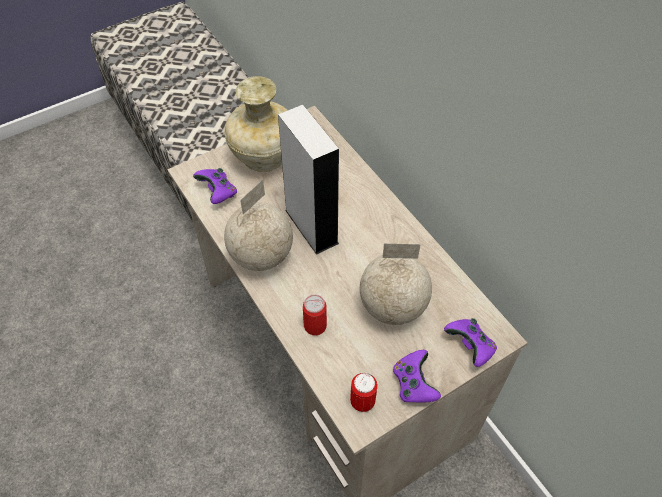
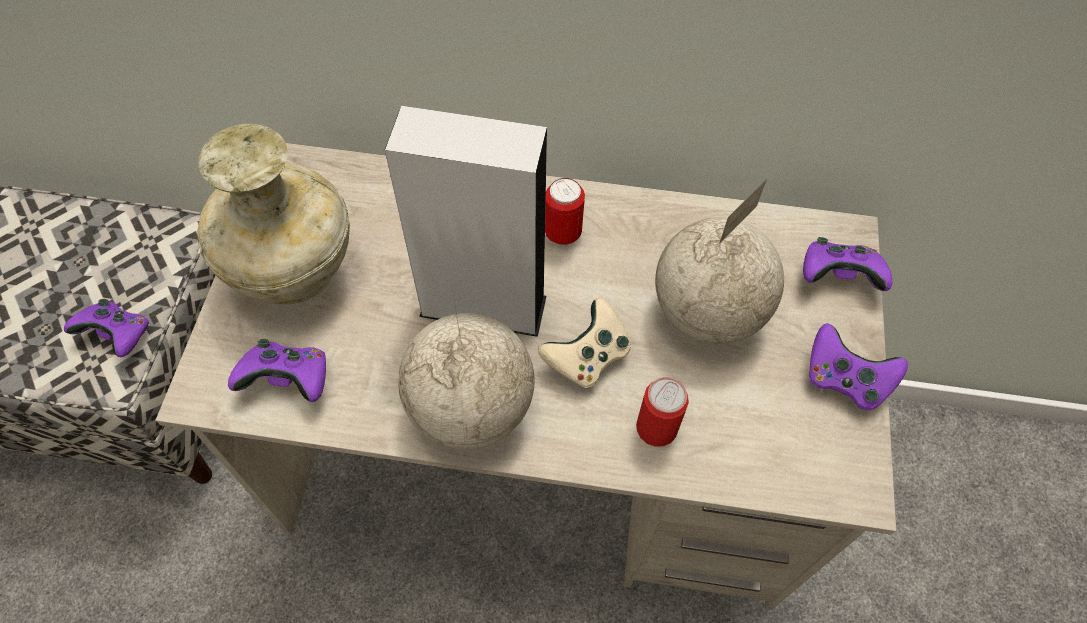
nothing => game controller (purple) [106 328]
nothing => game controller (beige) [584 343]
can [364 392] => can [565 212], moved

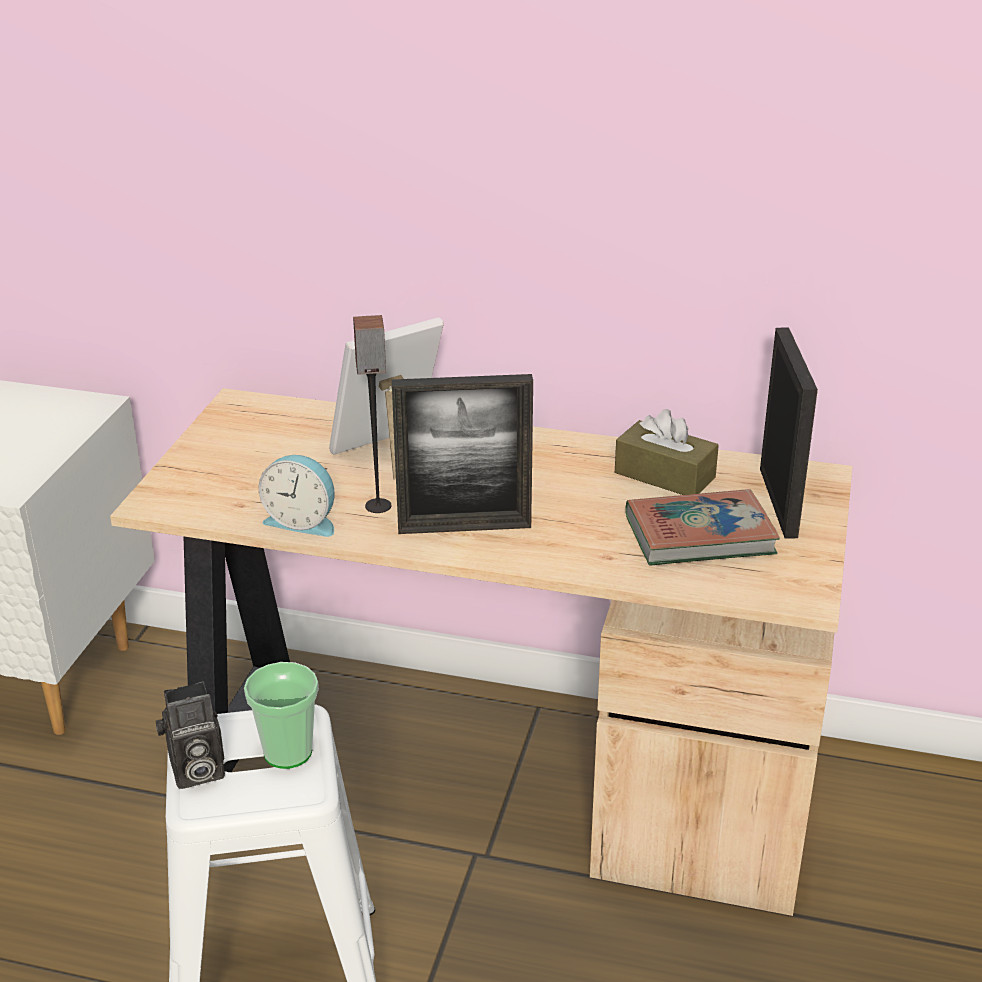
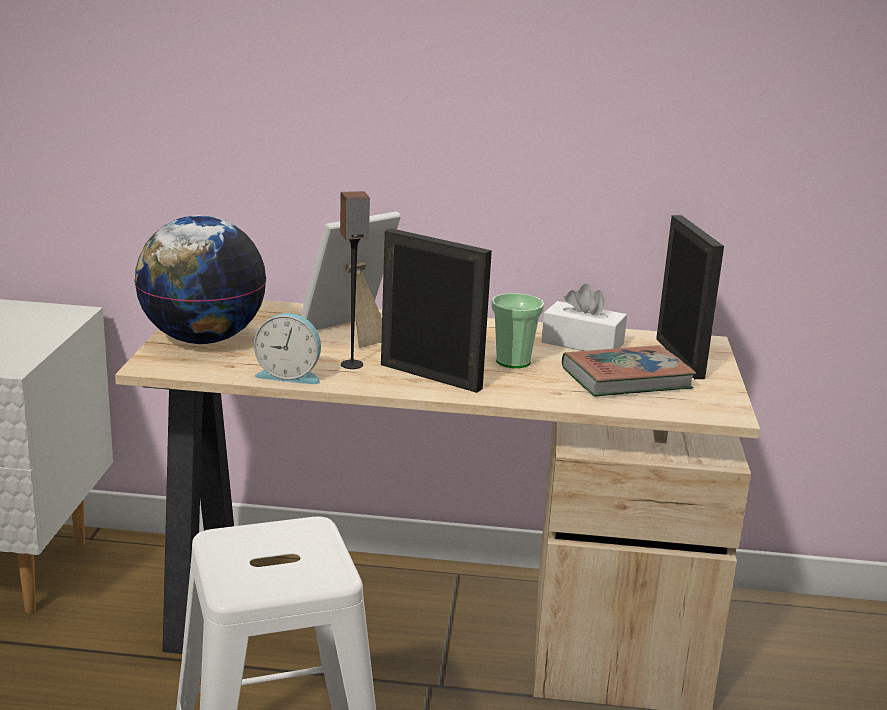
photo camera [190 735] => nothing
nothing => globe [200 279]
cup [281 715] => cup [517 330], moved
tissue box (brown) [667 452] => tissue box (white) [584 317]
picture frame [462 454] => picture frame [436 310], 135 degrees counterclockwise

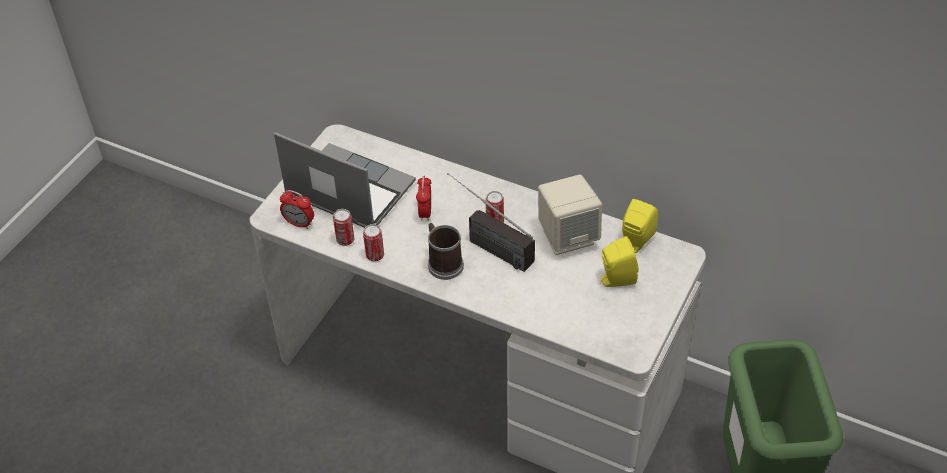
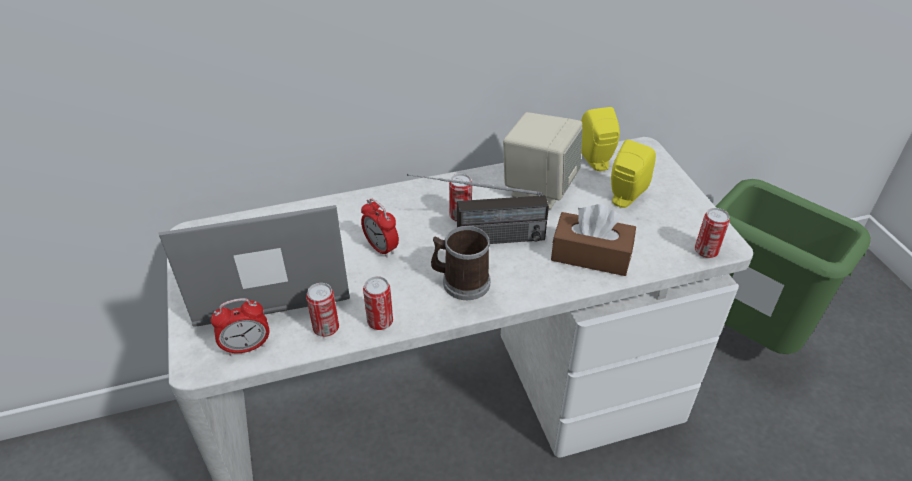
nothing => tissue box (brown) [593 240]
nothing => can [712 233]

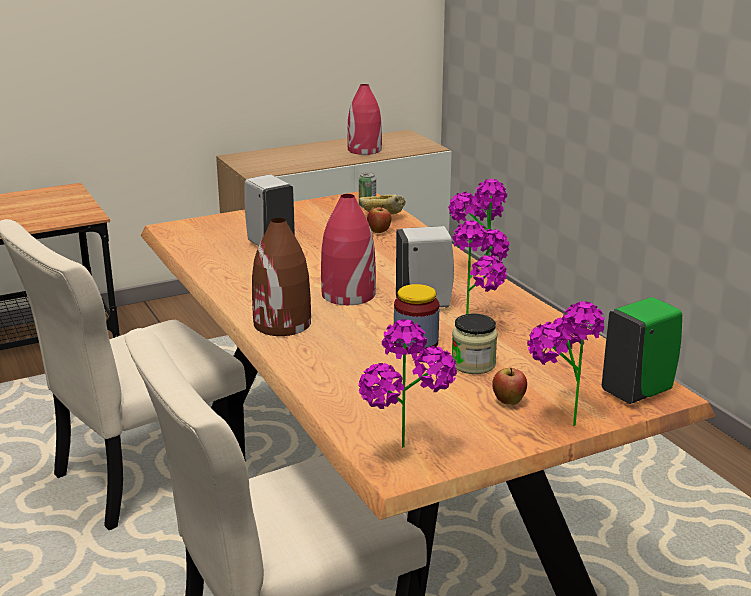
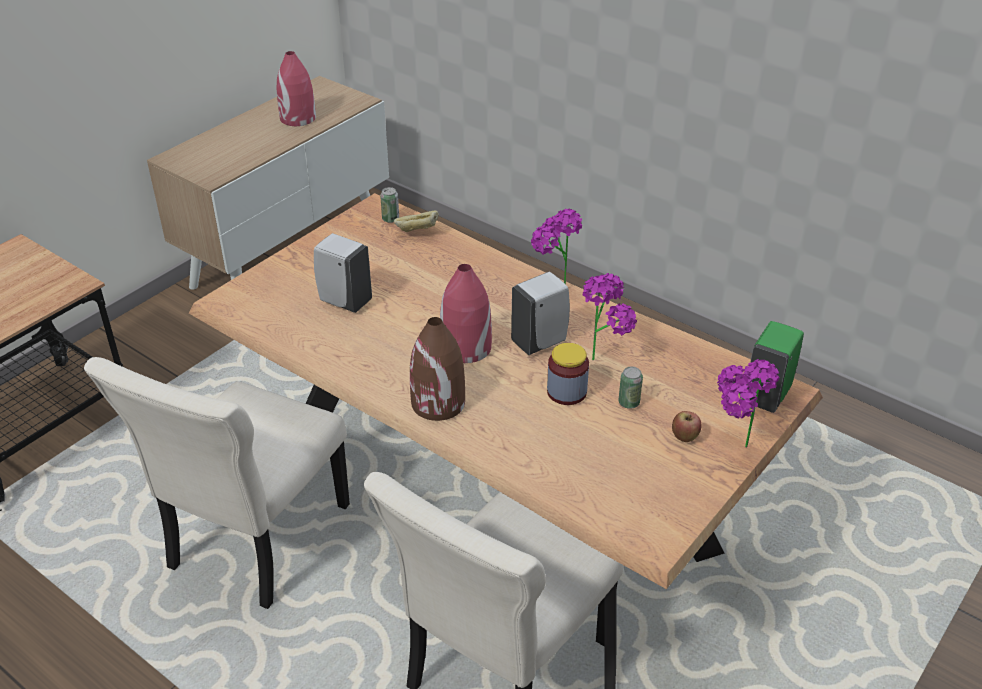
potted plant [407 383] => nothing
apple [379 219] => nothing
jar [475 344] => can [630 388]

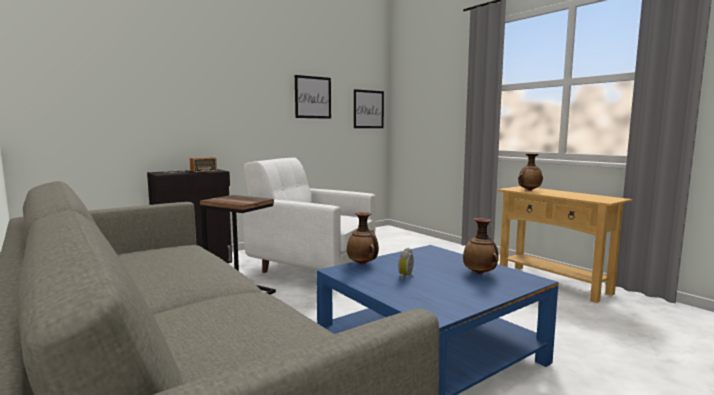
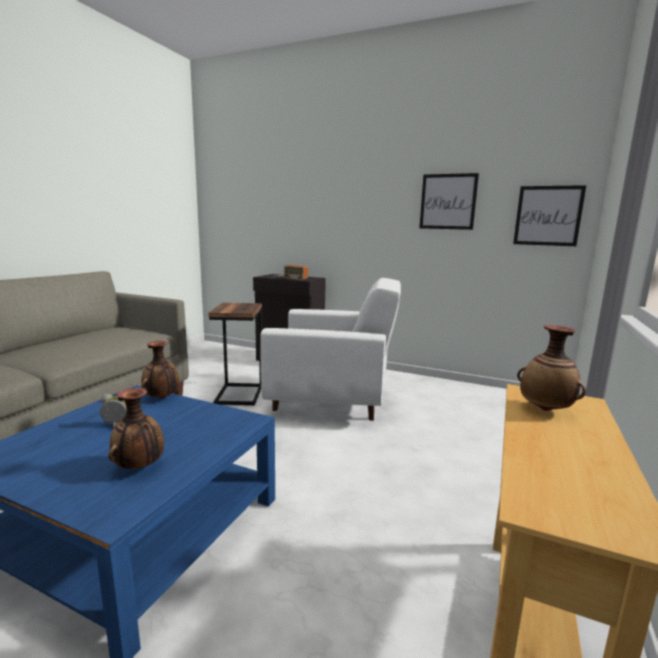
armchair (white) [309 215] => armchair (white) [331 349], 105 degrees clockwise

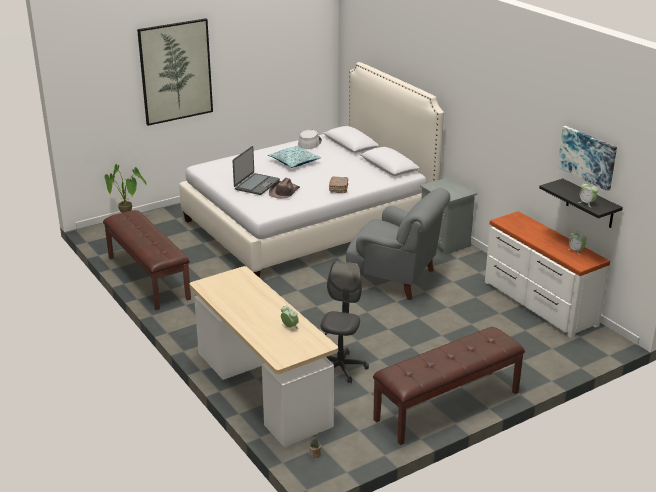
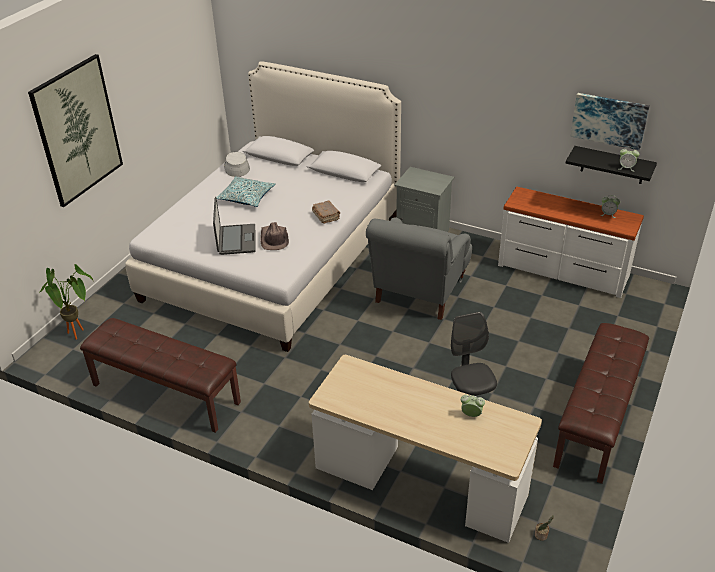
armchair (grey) [398 244] => armchair (grey) [419 268], 120 degrees clockwise

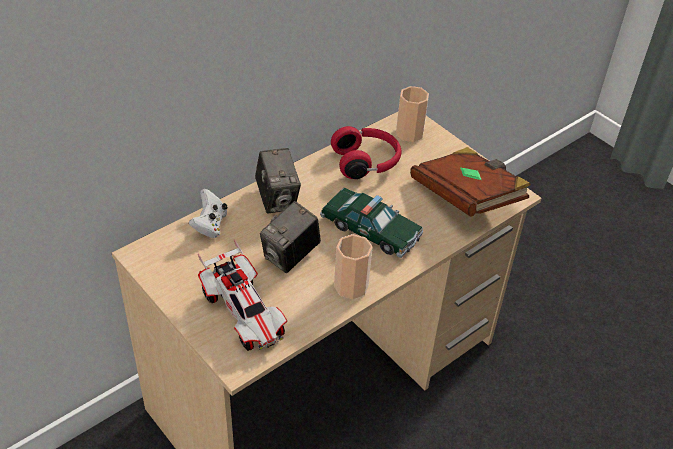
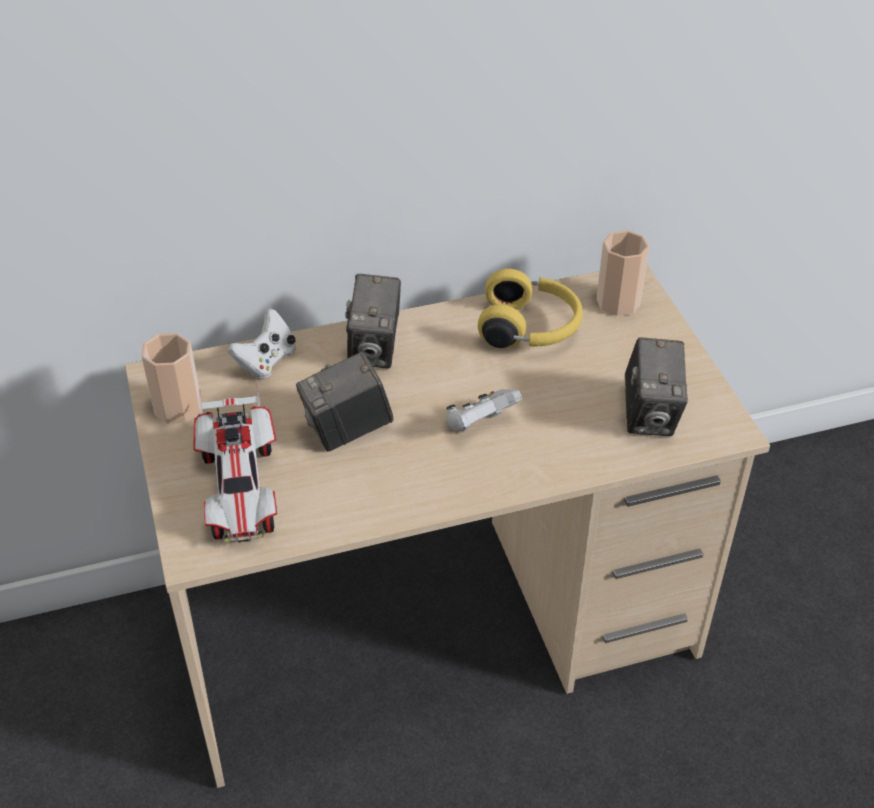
cup [353 266] => cup [170 378], moved
toy car [371 223] => game controller (white) [484 410]
book (brown) [470 182] => photo camera [656 387]
headphones (red) [366 152] => headphones (yellow) [530 308]

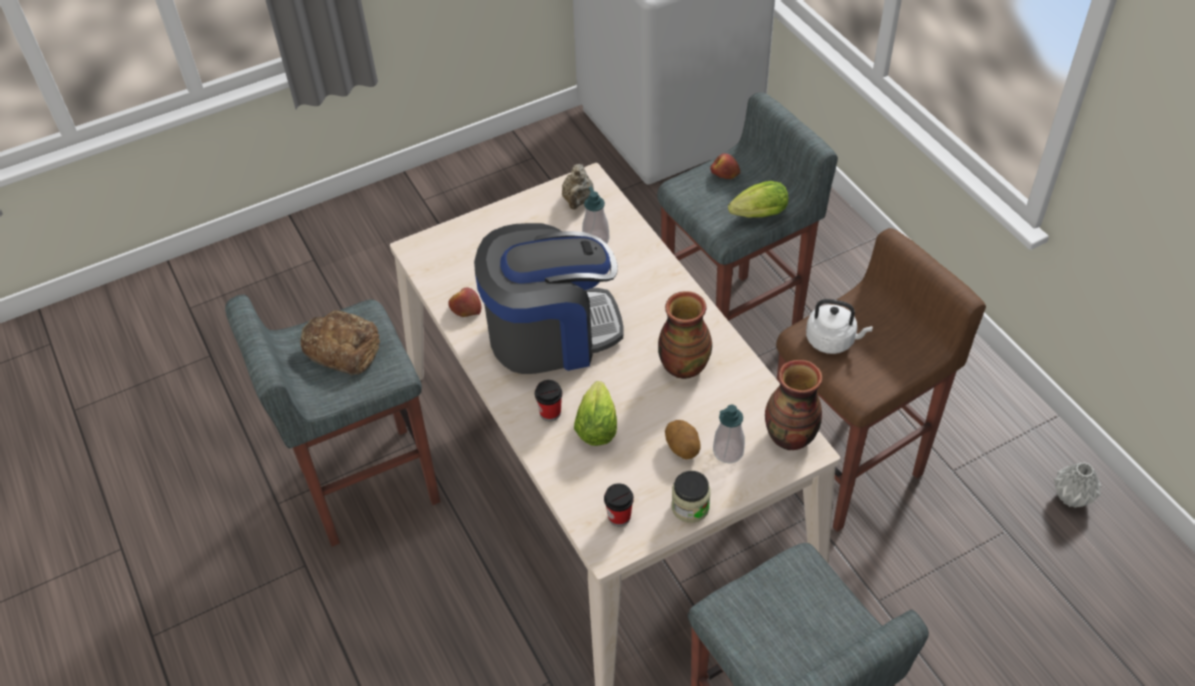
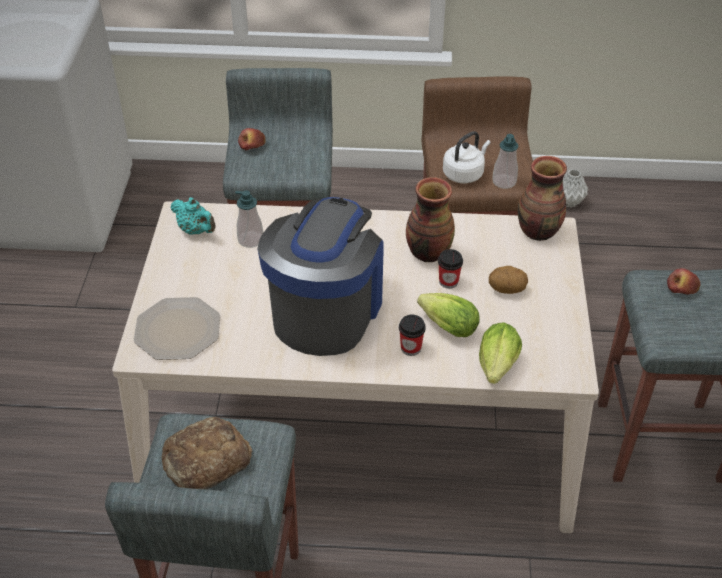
jar [691 497] => nothing
nothing => plate [177 328]
apple [464 302] => apple [684 281], moved
cup [619 504] => cup [450 269], moved
soap dispenser [729 434] => soap dispenser [505 161], moved
lettuce [758 199] => lettuce [500 353], moved
teapot (beige) [578 187] => teapot (turquoise) [193 216]

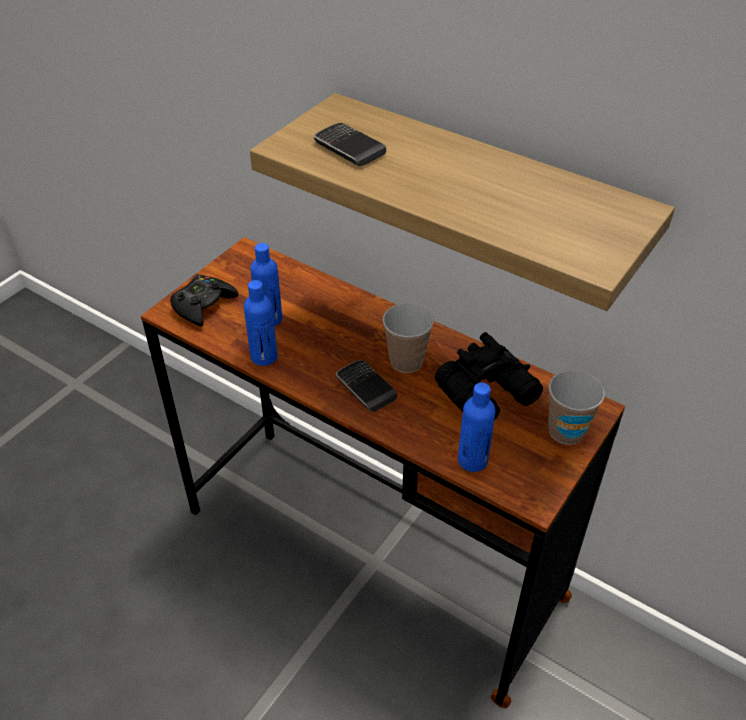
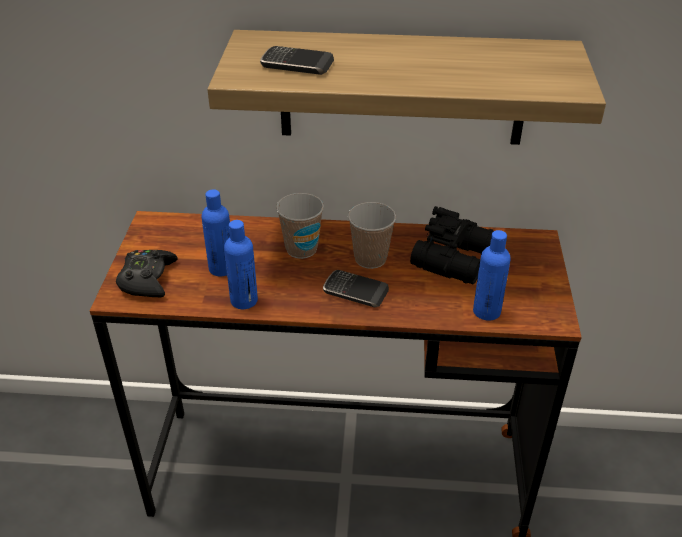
cup [576 407] => cup [300 226], moved

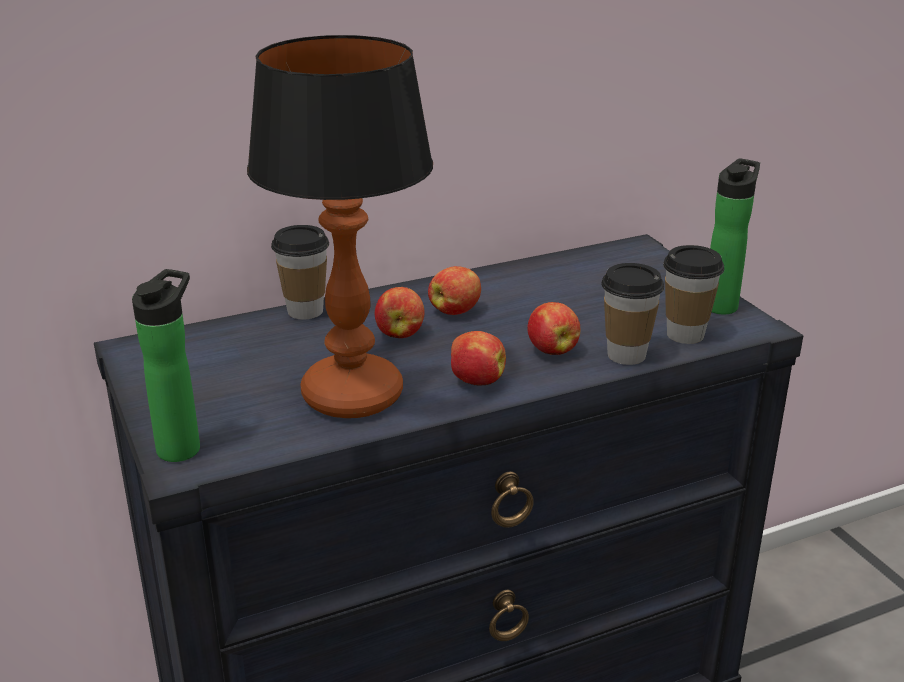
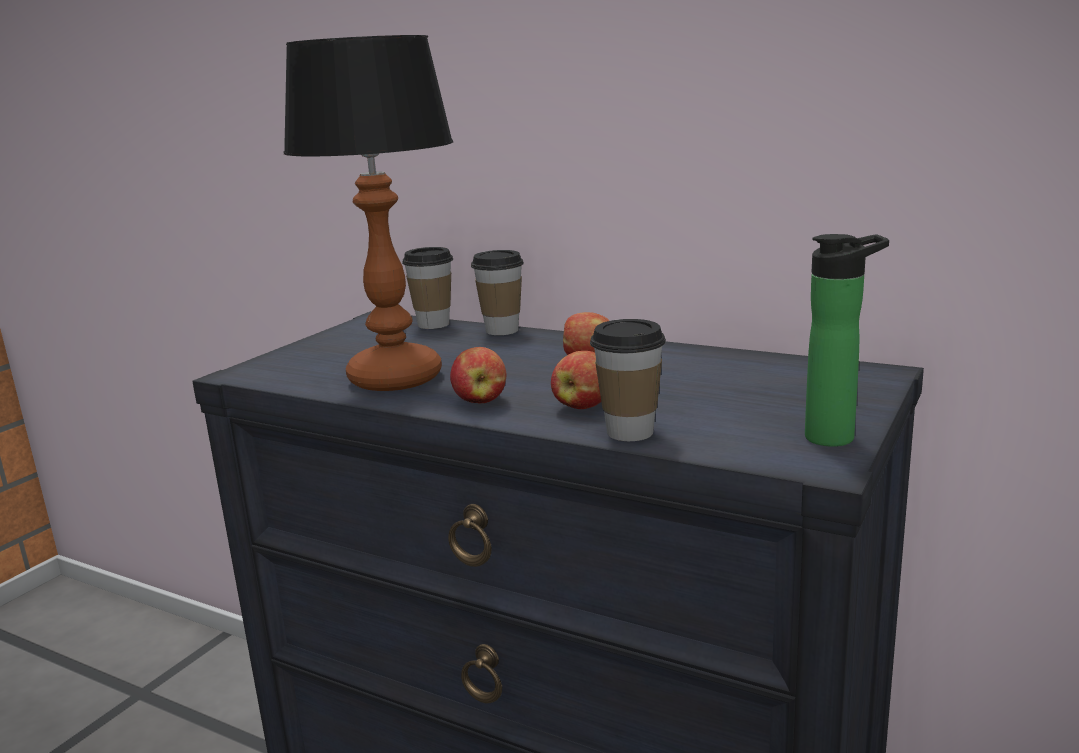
bottle [166 365] => nothing
apple [400 312] => nothing
cup [693 294] => cup [427 288], moved

